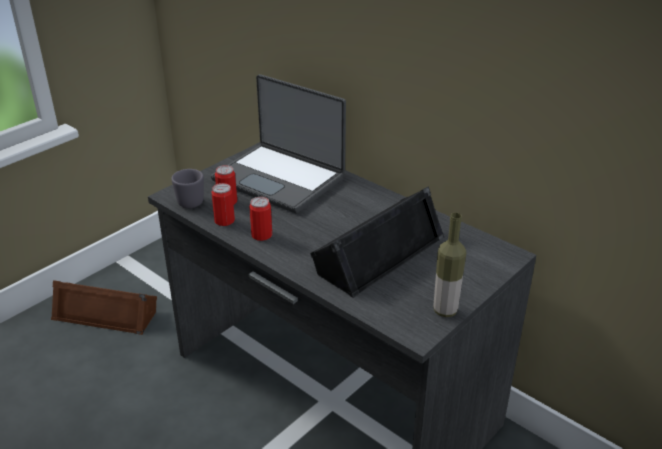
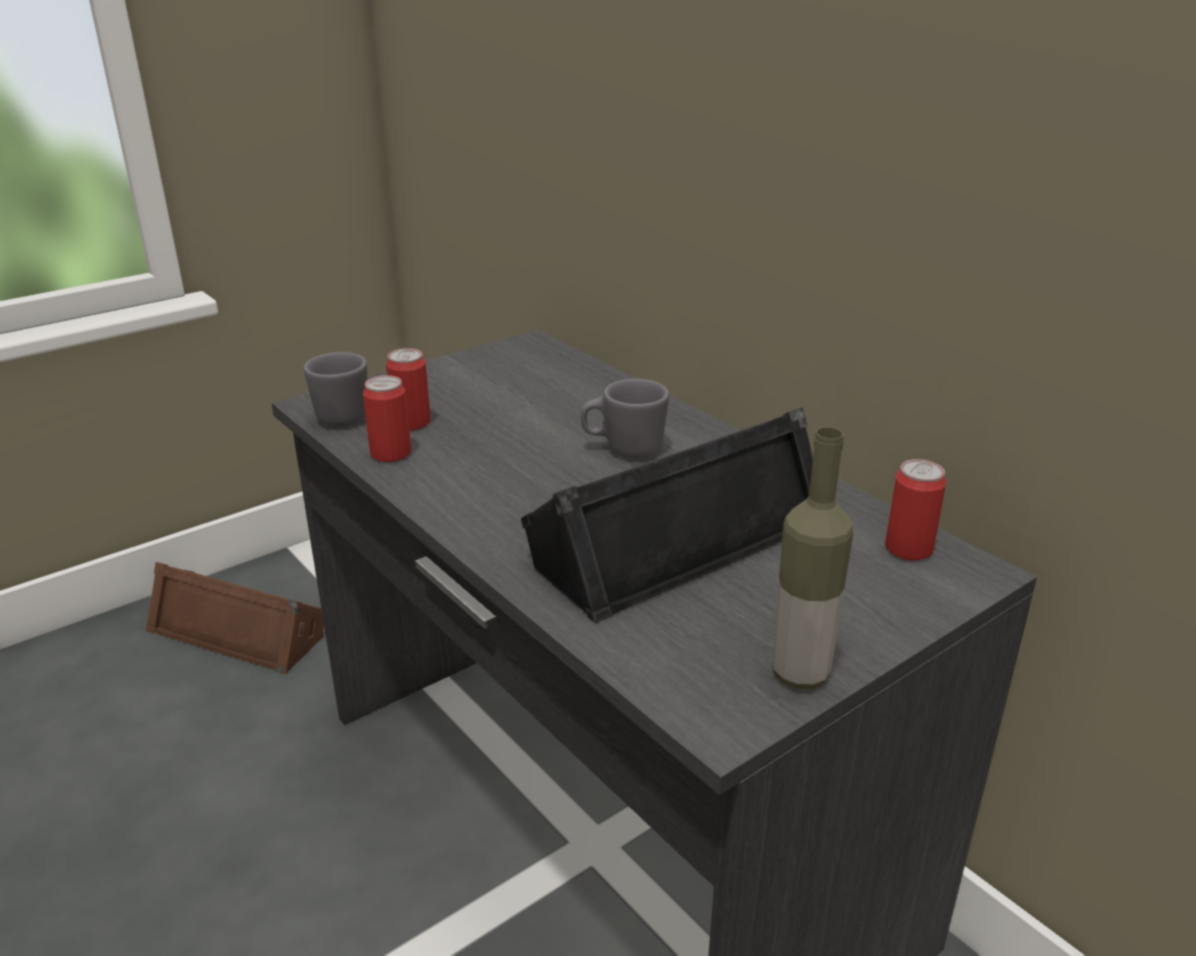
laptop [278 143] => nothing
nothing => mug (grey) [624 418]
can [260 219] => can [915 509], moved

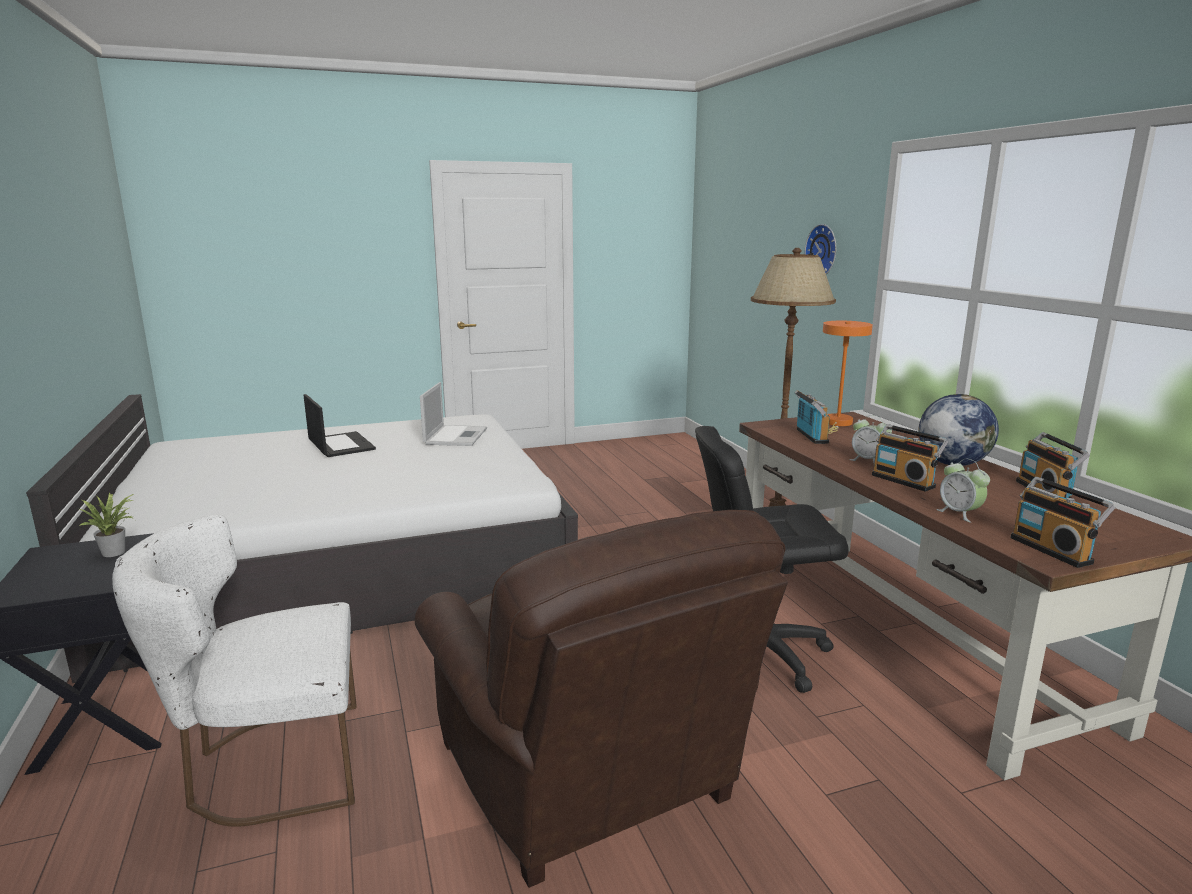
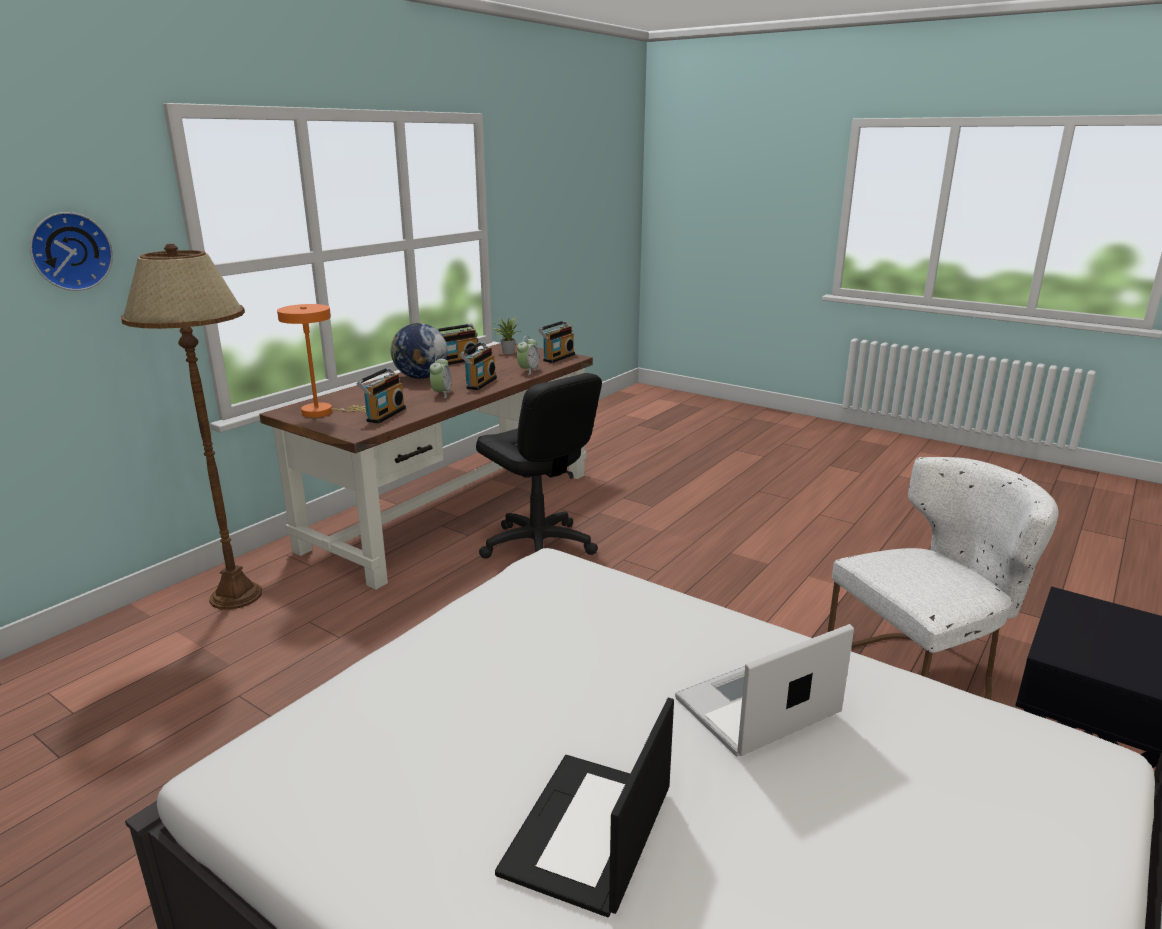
armchair (brown) [601 699] => nothing
potted plant [106 524] => potted plant [505 335], moved
laptop [453 414] => laptop [764 690], moved
chair (white) [234 670] => chair (white) [943 578], 60 degrees counterclockwise
radio [812 417] => radio [381 395], 150 degrees clockwise

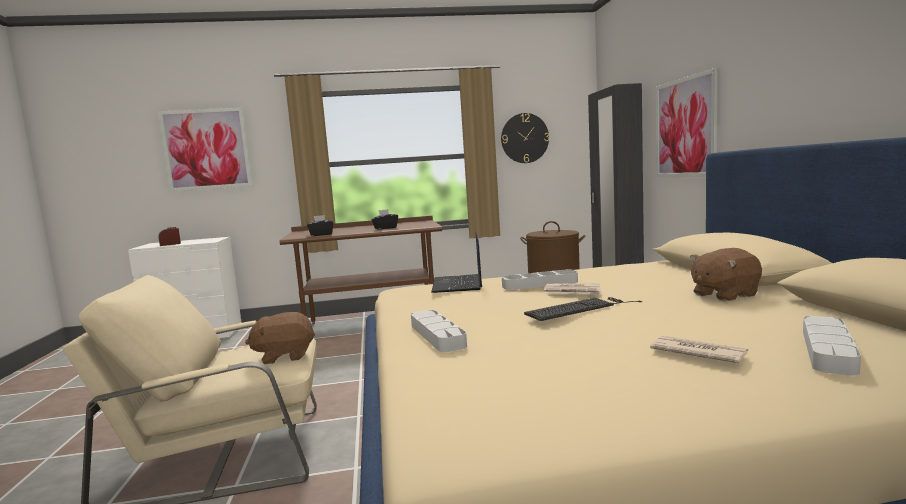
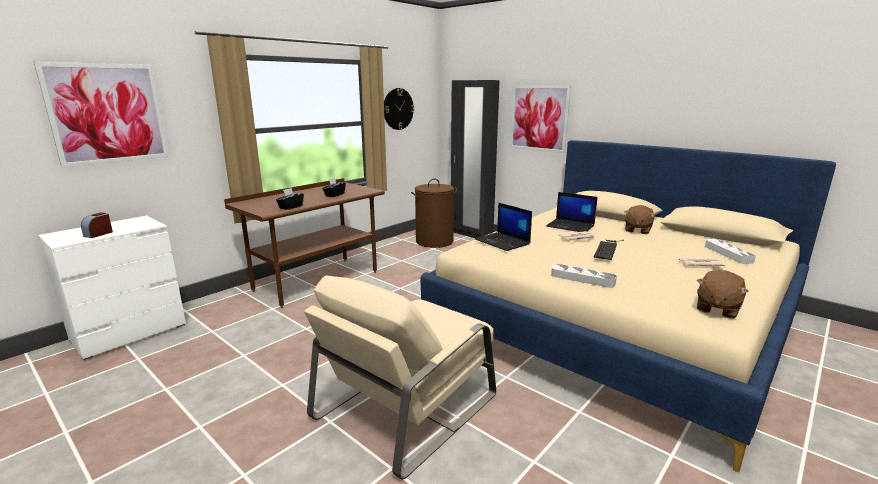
tray (grey) [540 279] => nothing
nothing => laptop [572 212]
plush toy (brown) [280 338] => plush toy (brown) [722 294], moved

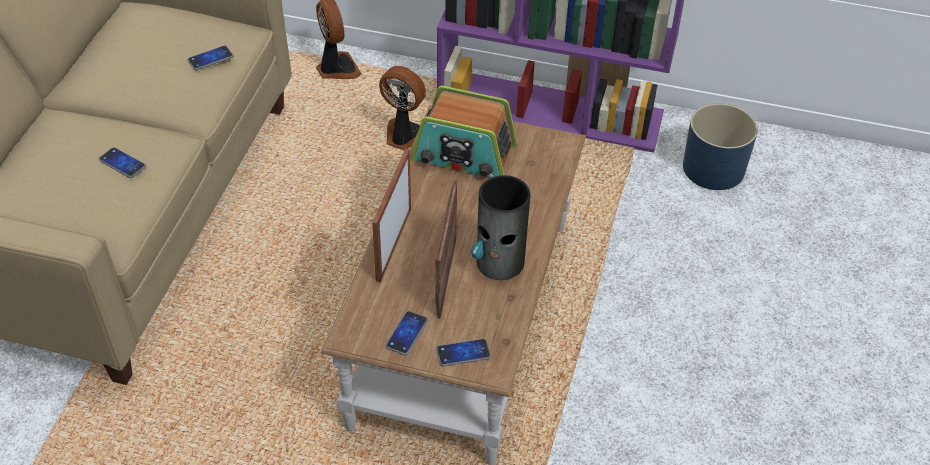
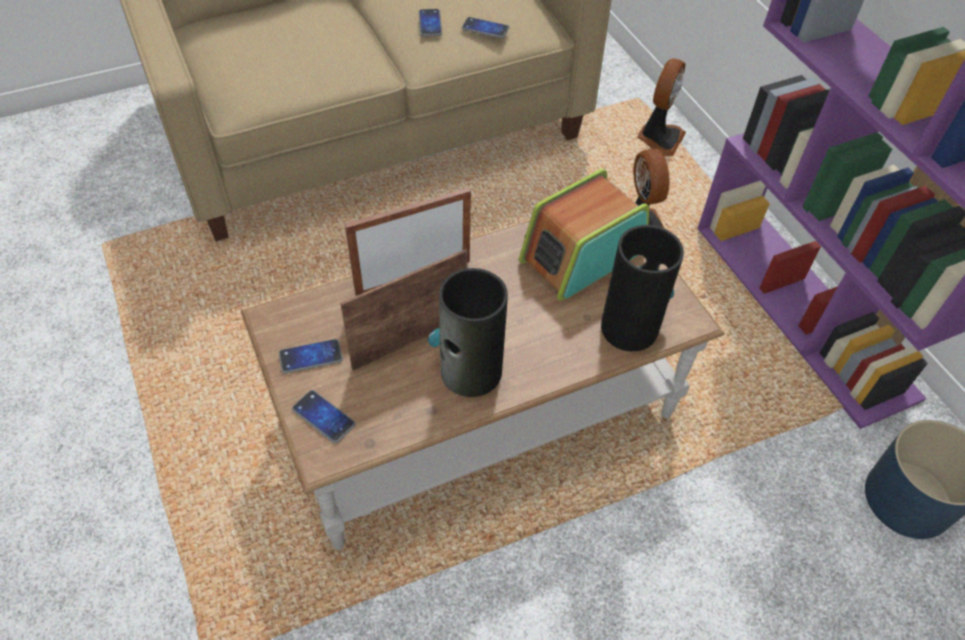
nothing => vase [642 288]
phone [122 162] => phone [430 23], moved
radio [464 132] => radio [584 235], 75 degrees clockwise

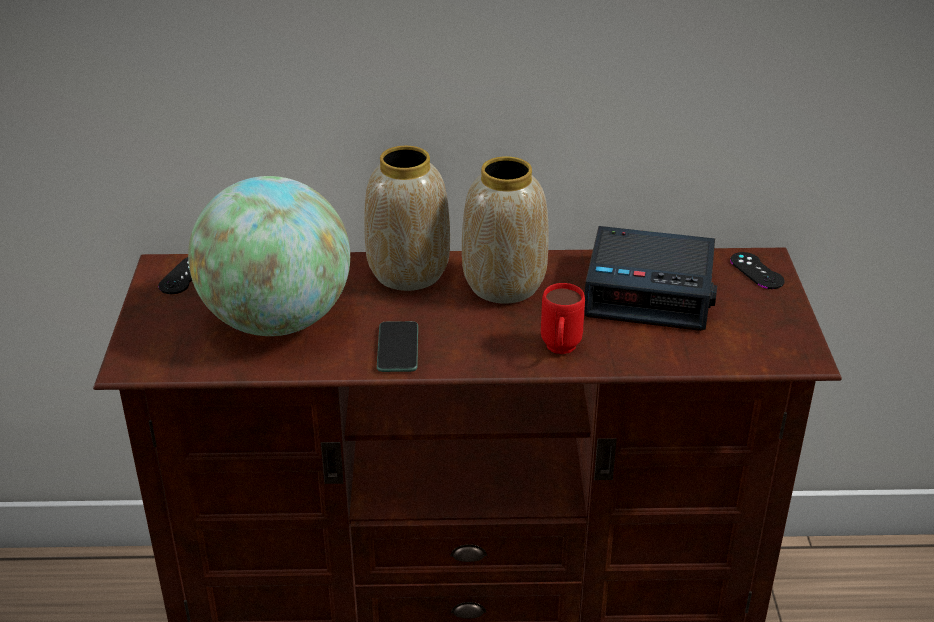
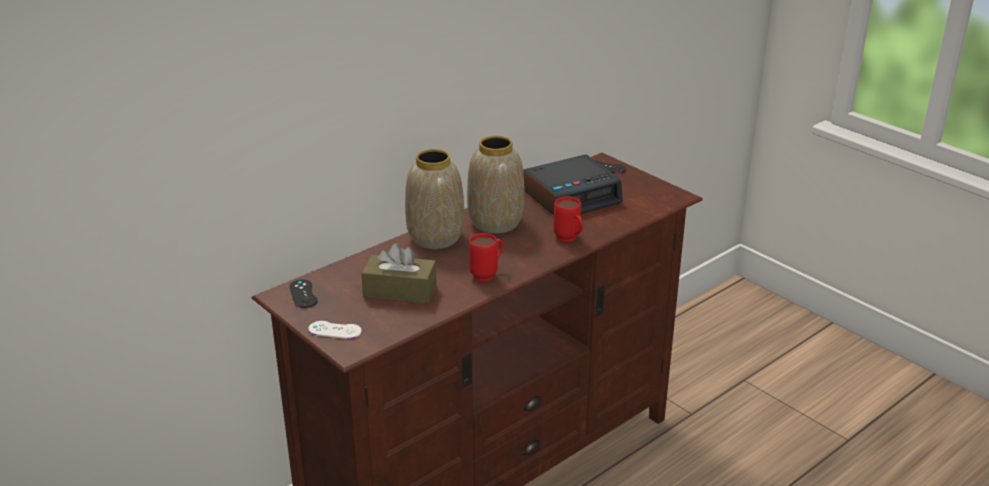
nothing => game controller (white) [335 330]
globe [269 256] => tissue box (brown) [399 273]
phone [397 346] => mug (red) [486 257]

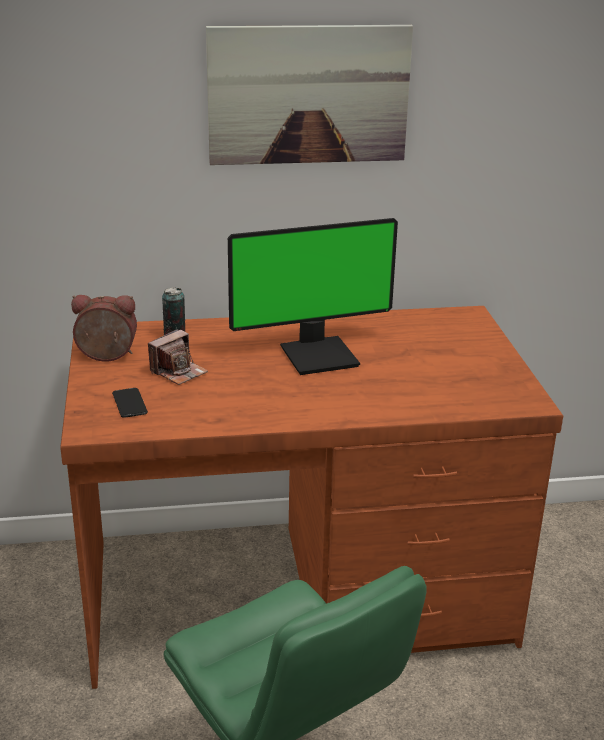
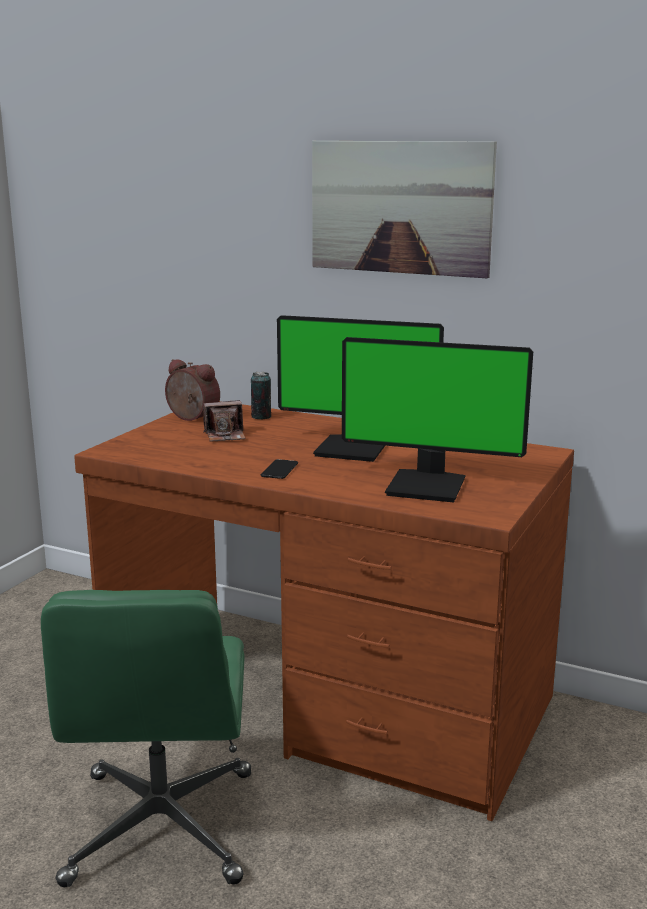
nothing => monitor [437 420]
phone [130 403] => phone [279 469], moved

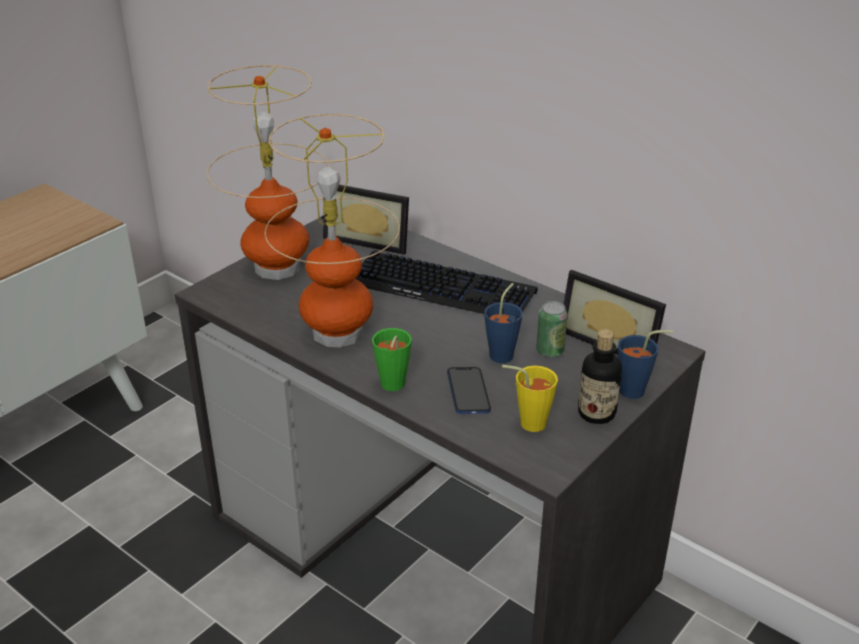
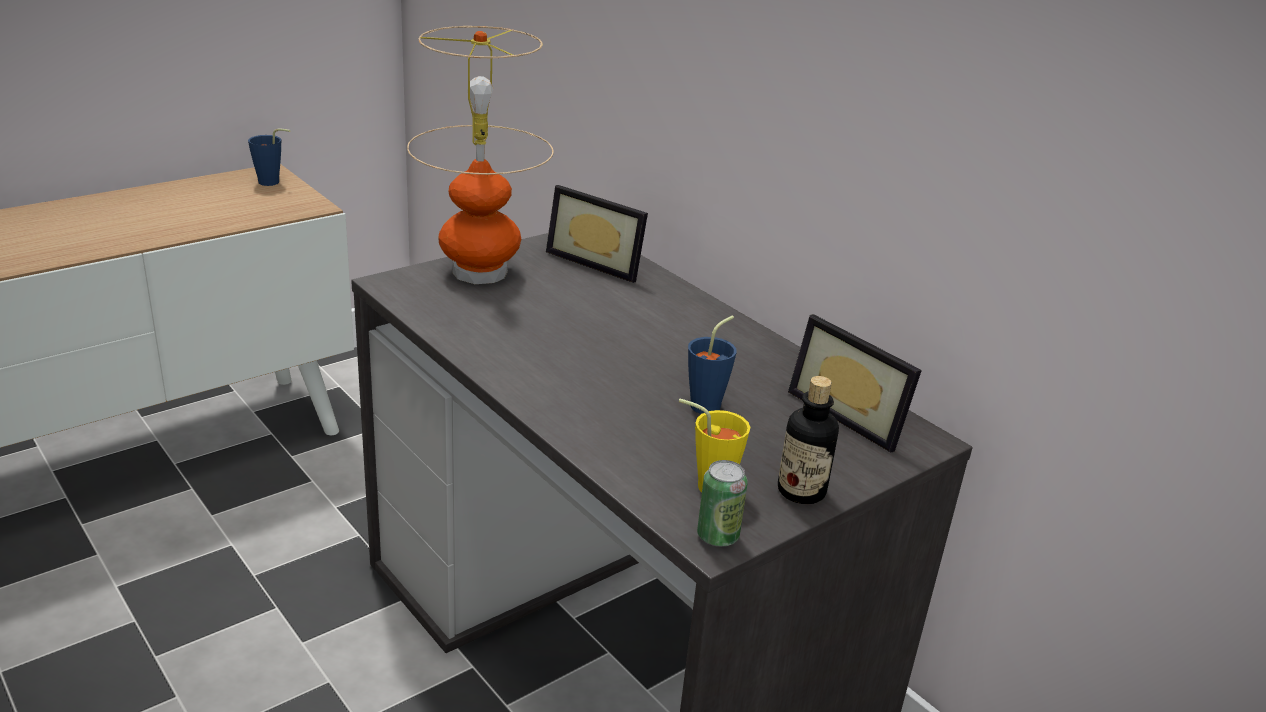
table lamp [332 230] => nothing
keyboard [446 282] => nothing
cup (green) [392 359] => nothing
phone [469 390] => nothing
can [552 329] => can [722 503], moved
cup (blue) [645 364] => cup (blue) [269 157], moved

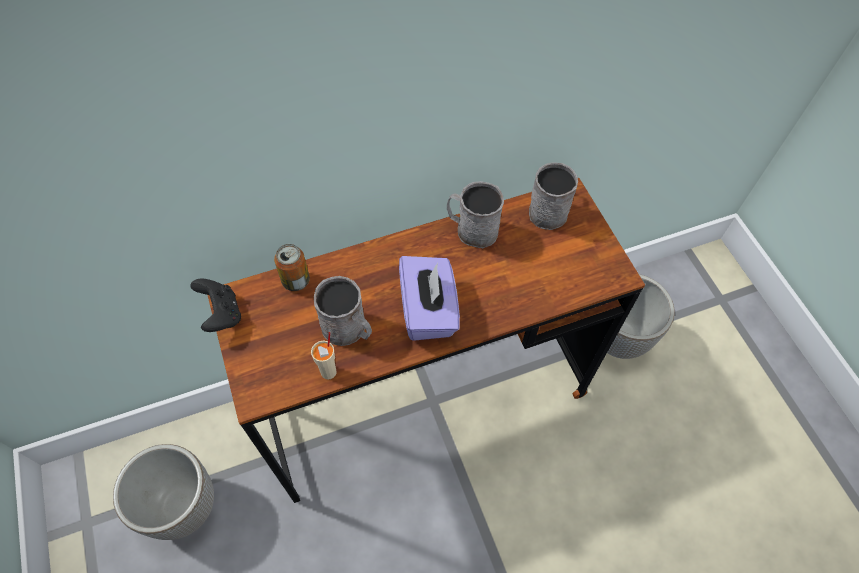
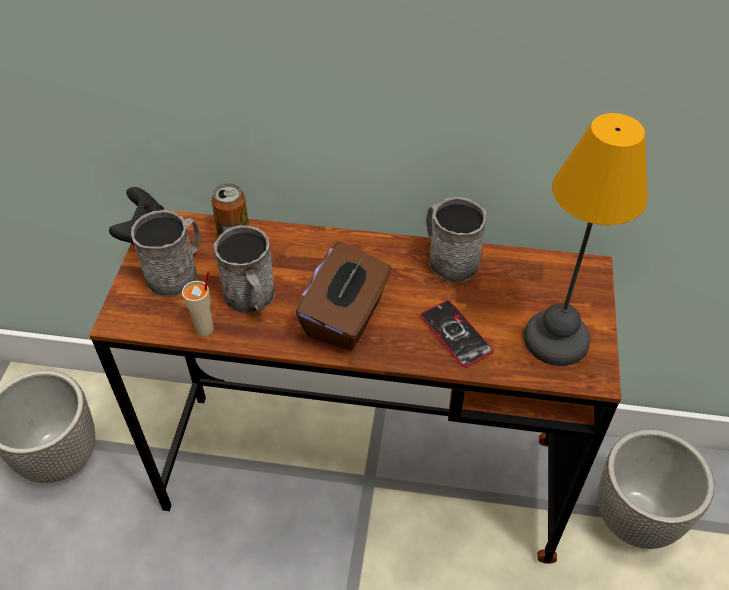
nothing => phone [456 334]
nothing => table lamp [586 239]
mug (grey) [553 196] => mug (grey) [165 253], moved
tissue box (purple) [429 298] => tissue box (brown) [344 296]

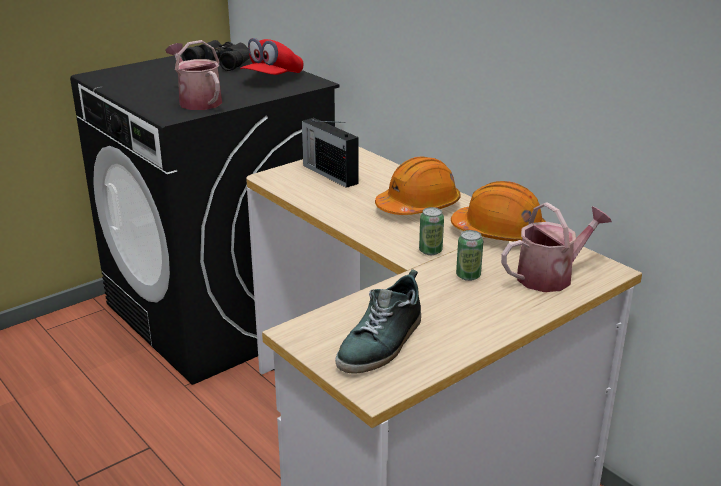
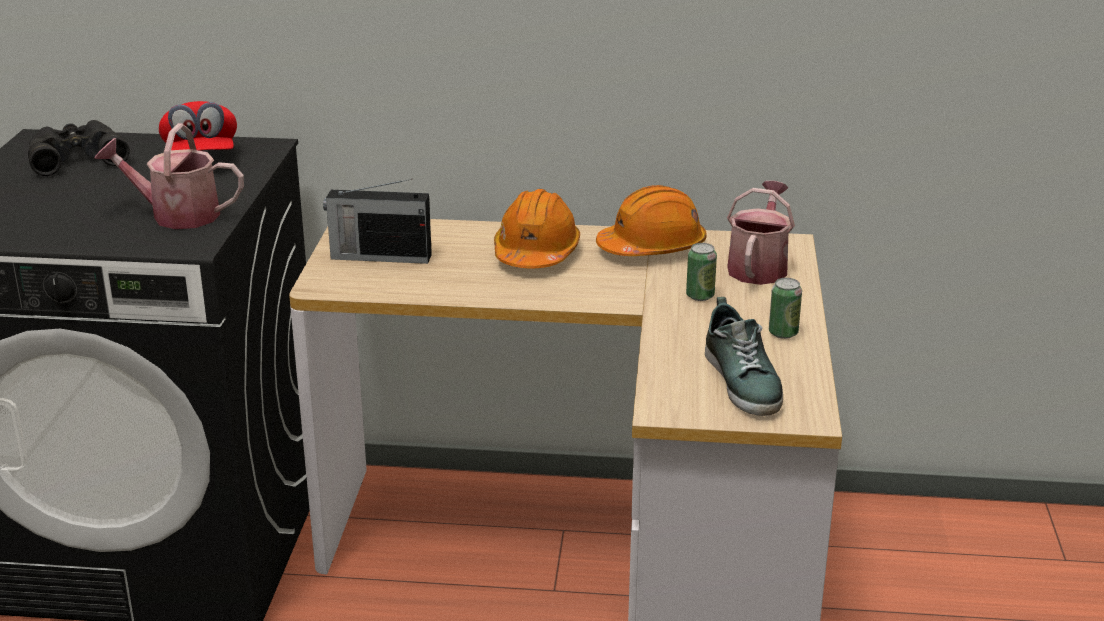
can [431 231] => can [785 308], moved

